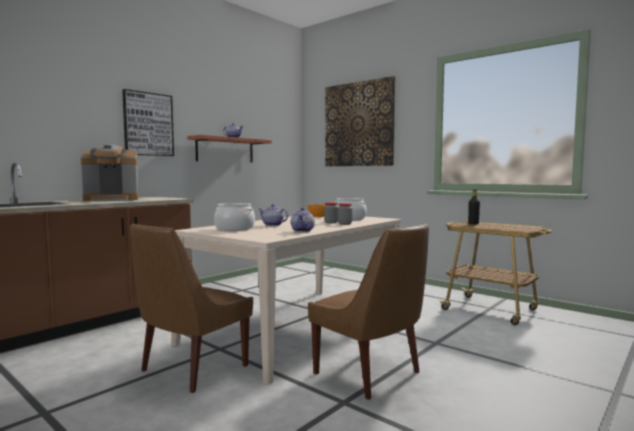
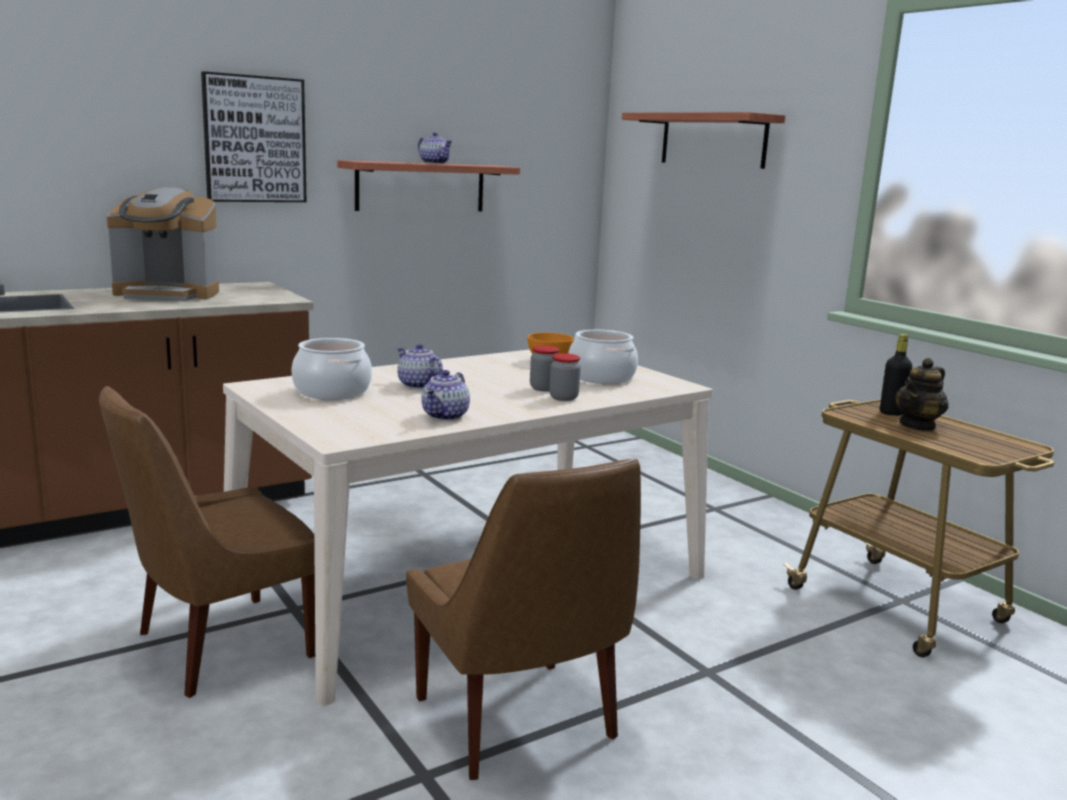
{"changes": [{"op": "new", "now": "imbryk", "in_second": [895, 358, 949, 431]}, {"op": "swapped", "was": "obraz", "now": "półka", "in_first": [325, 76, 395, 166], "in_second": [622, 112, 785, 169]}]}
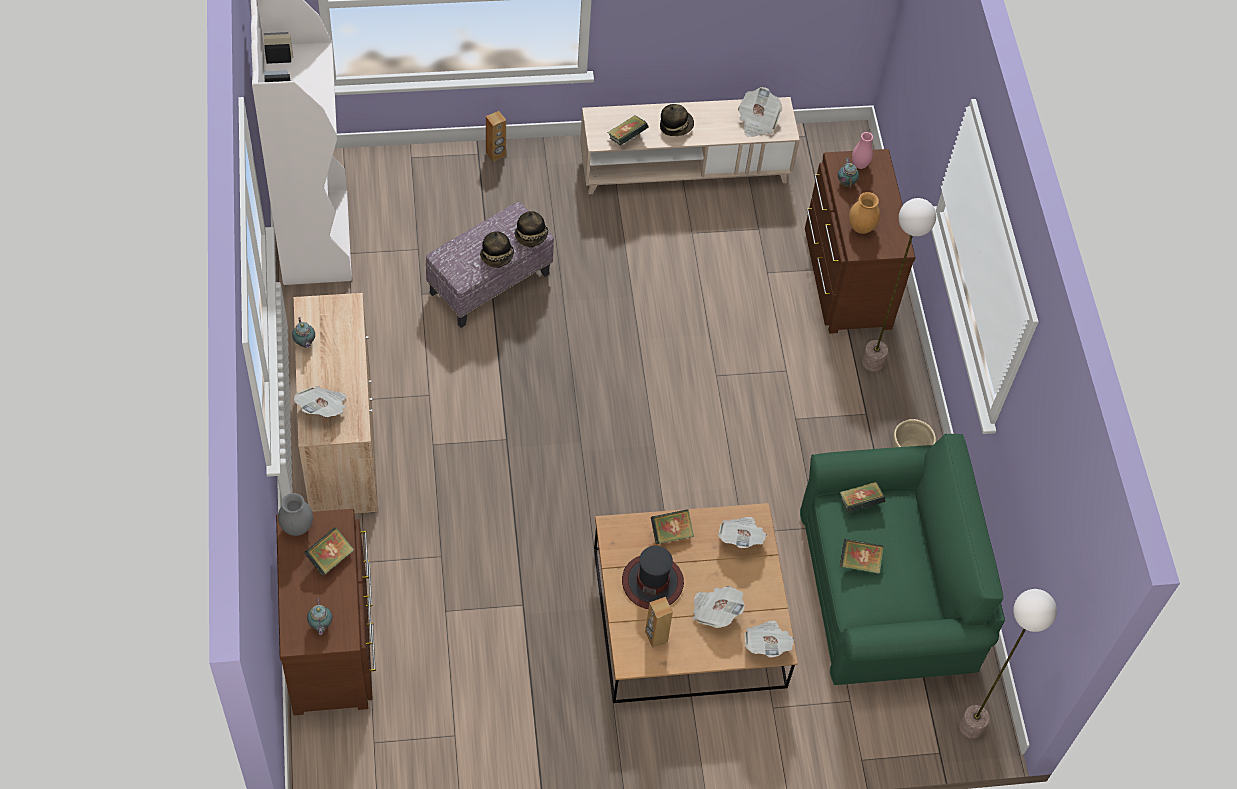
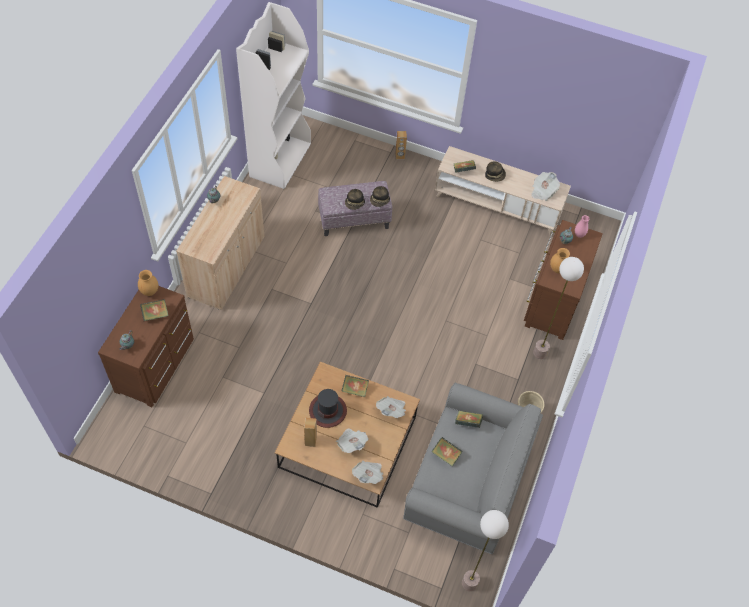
{"changes": [{"op": "gone", "was": "gazeta", "in_first": [294, 386, 347, 417]}, {"op": "repainted", "was": "wazon/szary", "now": "wazon/brązowy", "in_first": [278, 493, 313, 536], "in_second": [138, 270, 158, 296]}, {"op": "repainted", "was": "kanapa/zielony", "now": "kanapa/szary", "in_first": [800, 434, 1005, 685], "in_second": [403, 382, 543, 554]}]}
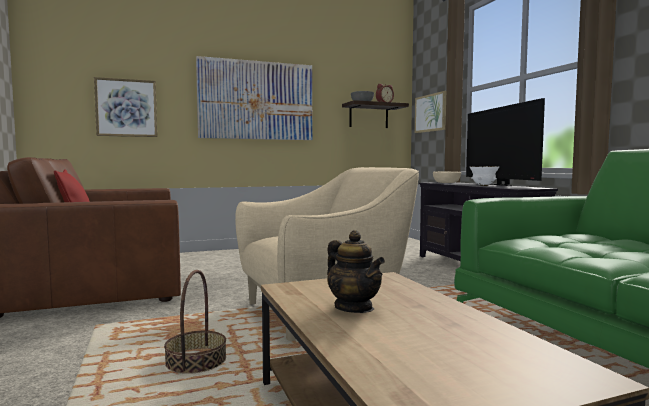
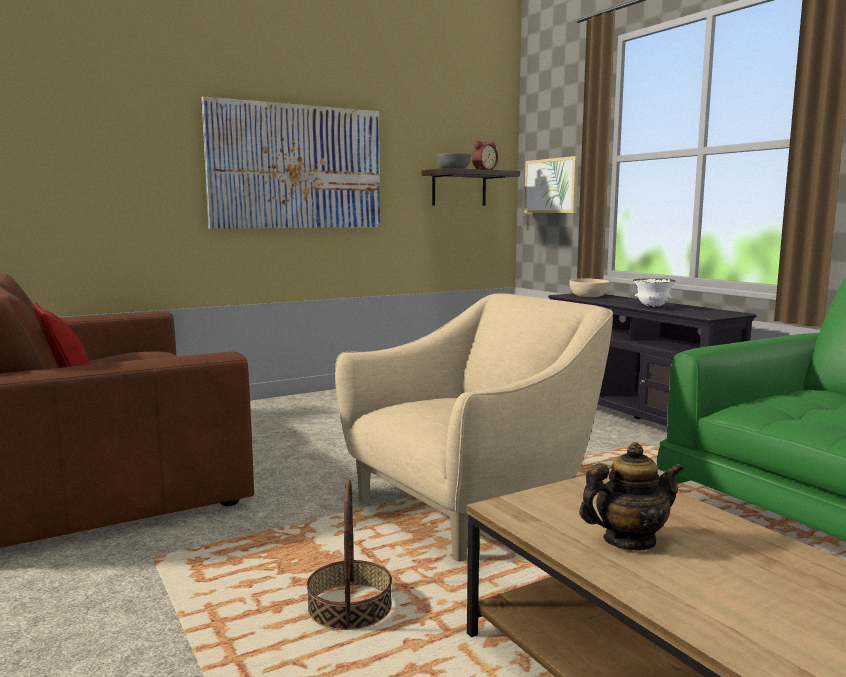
{"changes": [{"op": "gone", "was": "obraz", "in_first": [94, 77, 157, 137]}, {"op": "gone", "was": "telewizor", "in_first": [466, 98, 545, 186]}, {"op": "rotated", "was": "imbryk", "in_first": [327, 230, 385, 313], "in_second": [579, 442, 684, 551], "clockwise": -60}]}
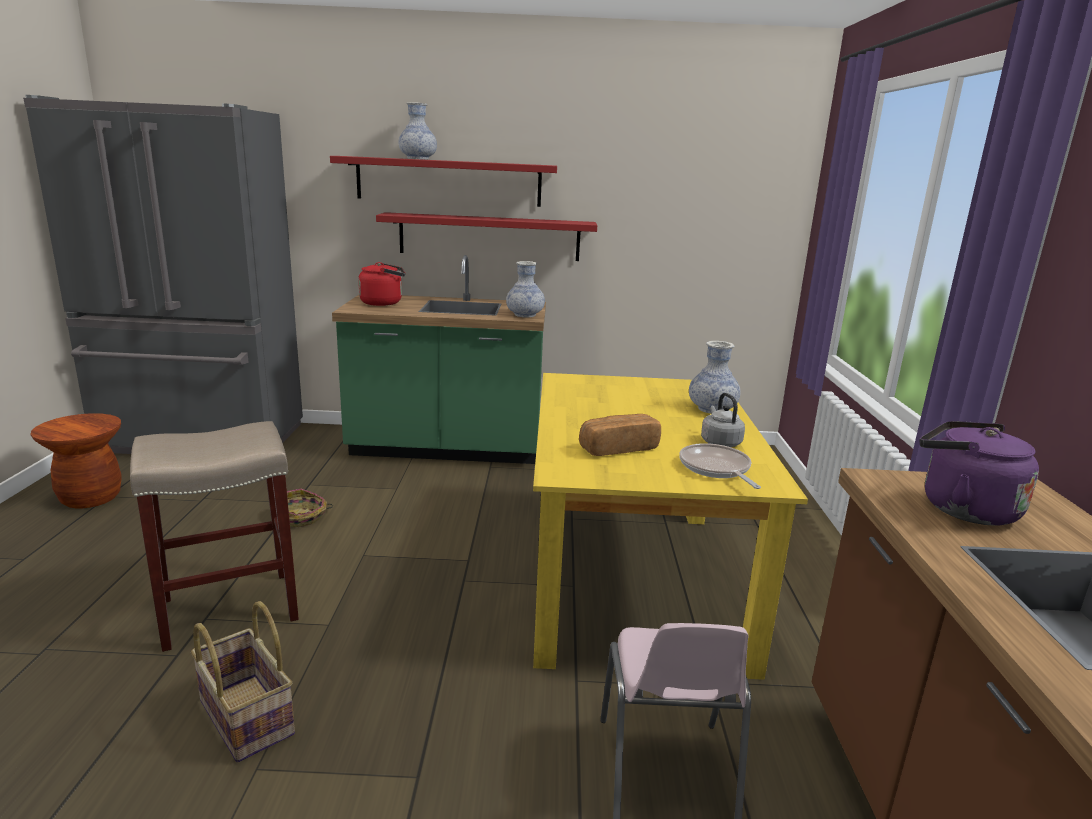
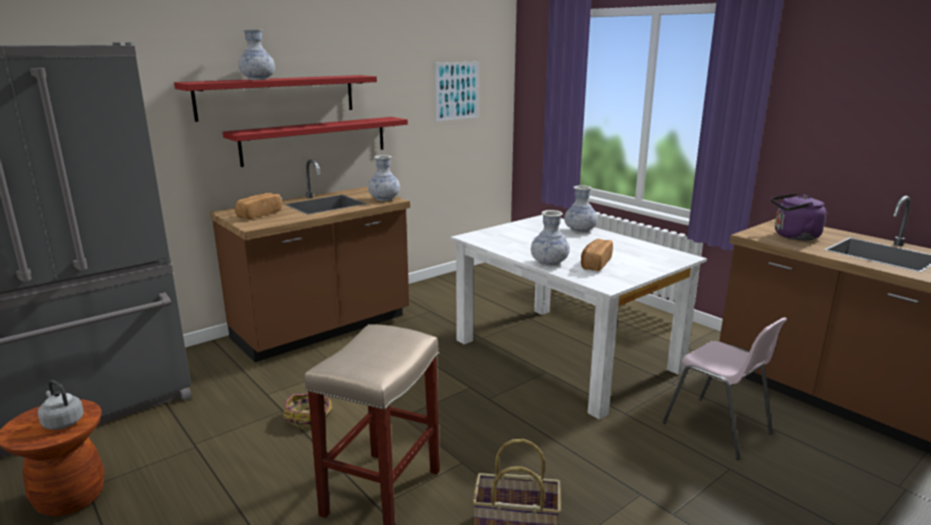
{"changes": [{"op": "gone", "was": "patelnia", "in_first": [679, 443, 761, 489]}, {"op": "new", "now": "obraz", "in_second": [434, 61, 479, 122]}, {"op": "new", "now": "wazon", "in_second": [531, 210, 570, 266]}, {"op": "shifted", "was": "czajnik/szary", "in_first": [701, 393, 745, 447], "in_second": [38, 380, 84, 430]}, {"op": "swapped", "was": "czajnik/czerwony", "now": "chleb", "in_first": [358, 262, 405, 306], "in_second": [235, 193, 282, 219]}, {"op": "repainted", "was": "zabudowa kuchenna/zielony", "now": "zabudowa kuchenna/brązowy", "in_first": [332, 255, 546, 464], "in_second": [210, 159, 410, 362]}, {"op": "repainted", "was": "stół jadalny/żółty", "now": "stół jadalny/biały", "in_first": [533, 373, 808, 680], "in_second": [450, 215, 707, 420]}]}
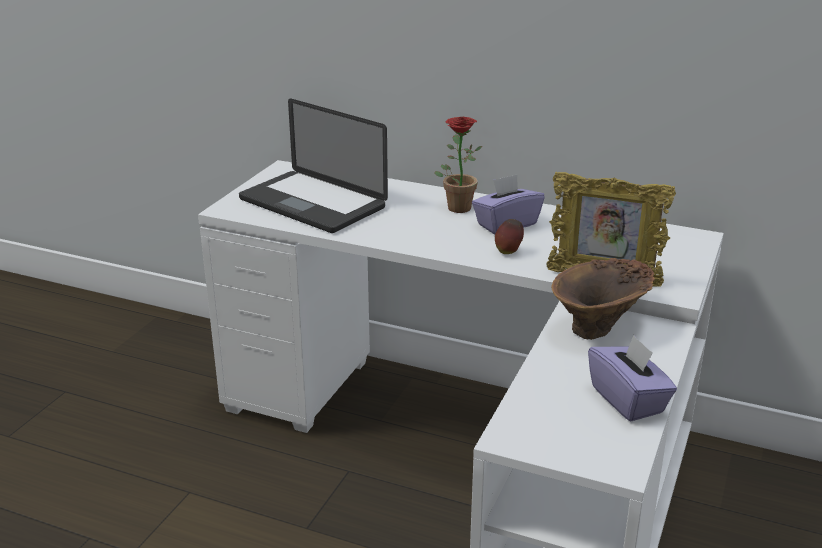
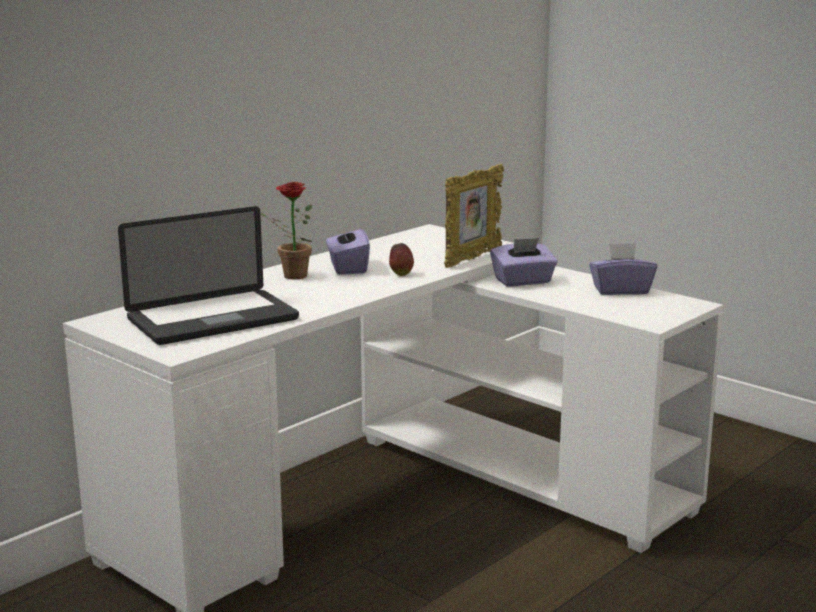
{"changes": [{"op": "swapped", "was": "wazon/brązowy", "now": "pudełko chusteczek/fioletowy", "in_first": [551, 258, 655, 340], "in_second": [490, 238, 557, 287]}]}
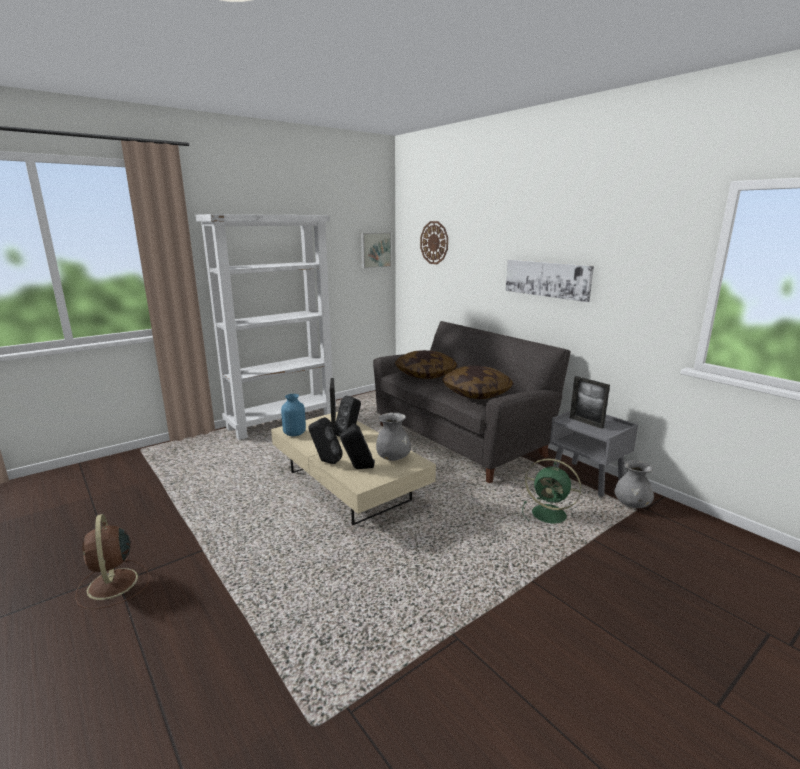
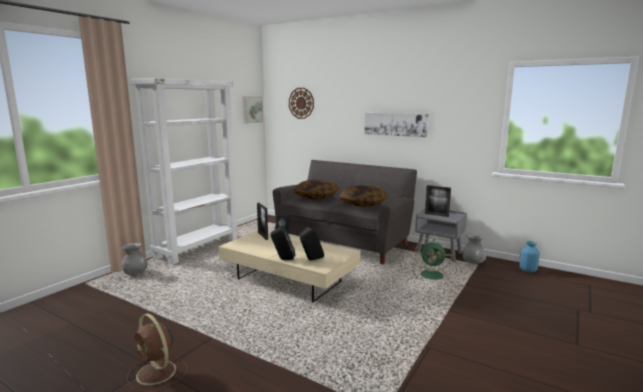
{"changes": [{"op": "shifted", "was": "wazon/niebieski", "in_first": [281, 394, 306, 436], "in_second": [519, 241, 540, 273]}, {"op": "shifted", "was": "wazon/szary", "in_first": [376, 412, 411, 461], "in_second": [122, 243, 148, 275]}]}
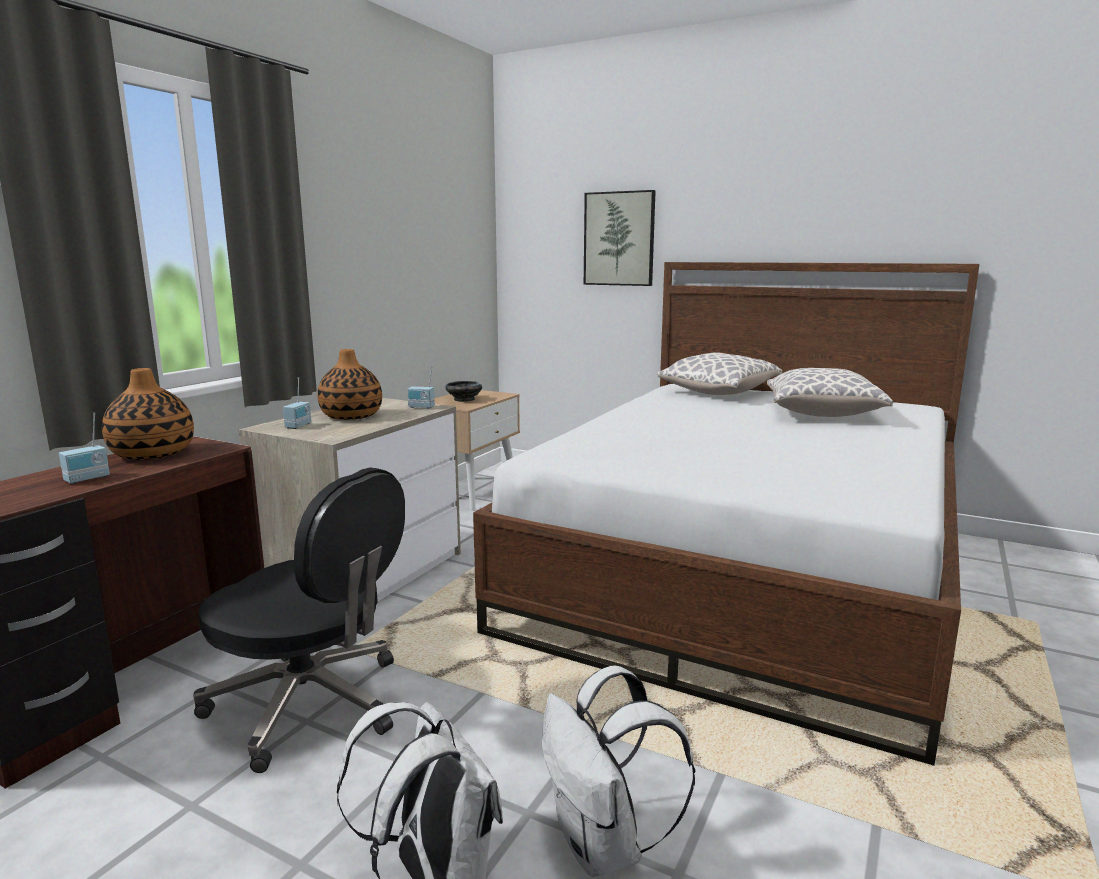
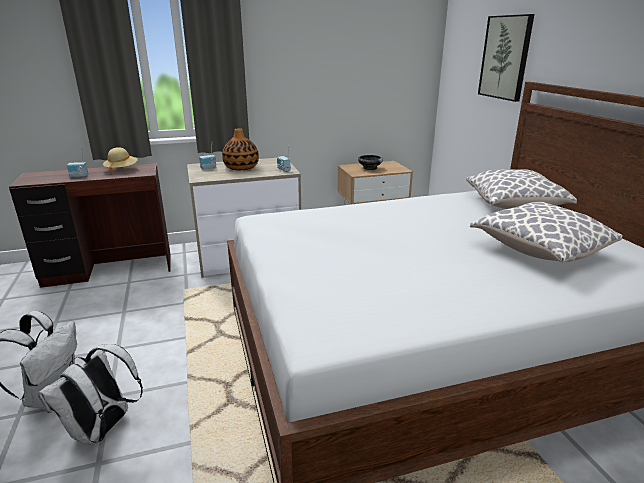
{"changes": [{"op": "gone", "was": "krzesło biurowe/czarny", "in_first": [193, 468, 405, 773]}, {"op": "swapped", "was": "wazon", "now": "kapelusz/beżowy", "in_first": [102, 368, 194, 460], "in_second": [103, 147, 138, 174]}]}
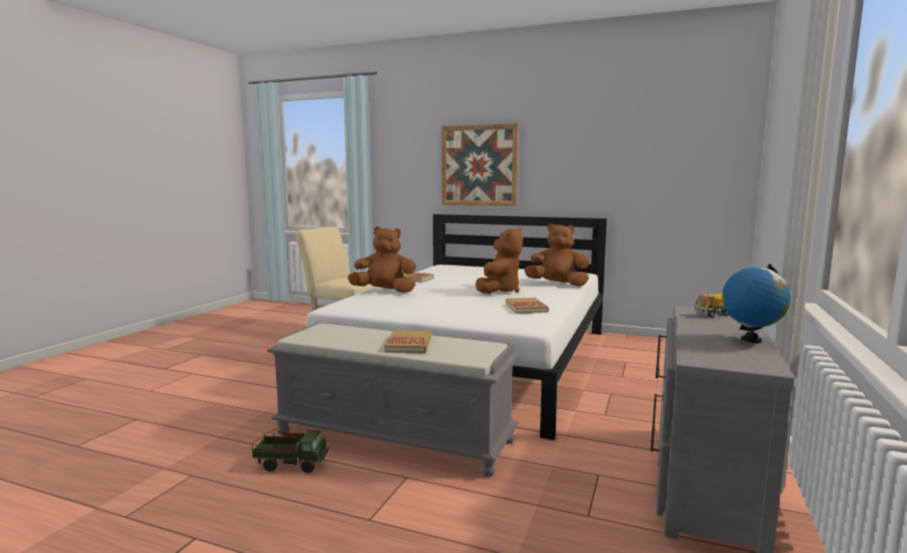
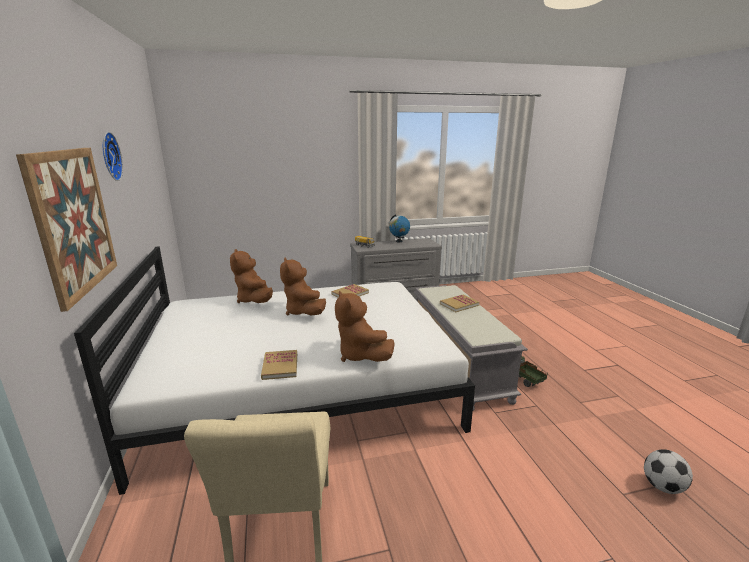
{"changes": [{"op": "new", "now": "zegar ścienny", "in_second": [103, 132, 123, 181]}, {"op": "new", "now": "piłka futbolowa", "in_second": [644, 449, 693, 494]}, {"op": "rotated", "was": "pluszak/brązowy", "in_first": [476, 227, 523, 294], "in_second": [280, 257, 326, 316], "clockwise": -105}]}
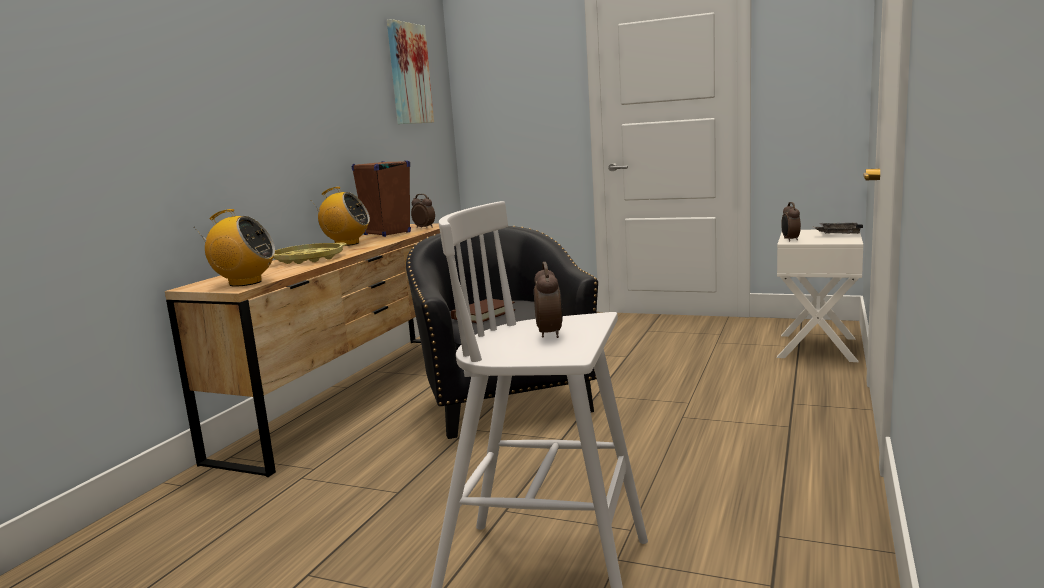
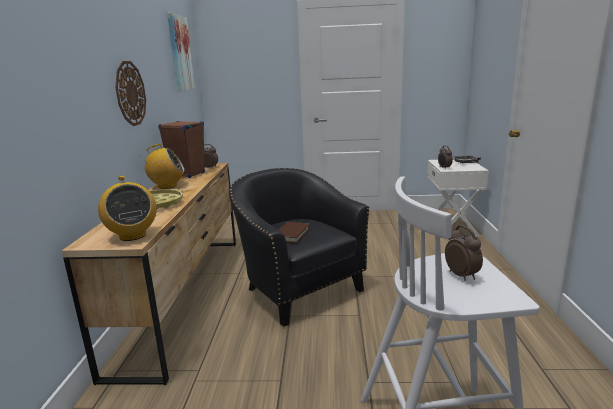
{"changes": [{"op": "new", "now": "zegar ścienny", "in_second": [115, 61, 146, 126]}, {"op": "rotated", "was": "radio", "in_first": [193, 209, 275, 287], "in_second": [98, 176, 157, 241], "clockwise": 75}]}
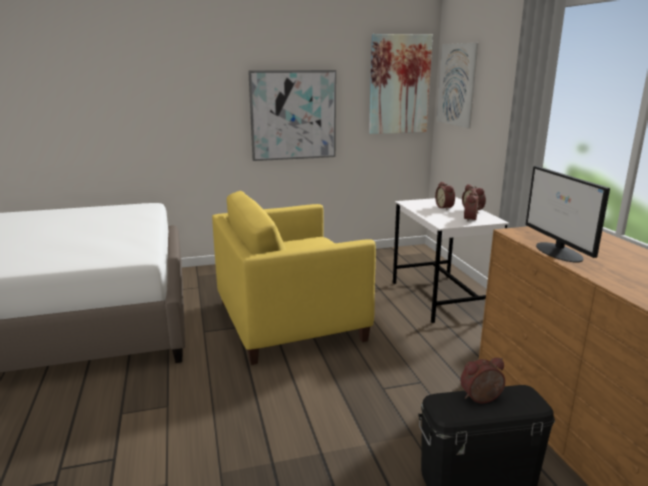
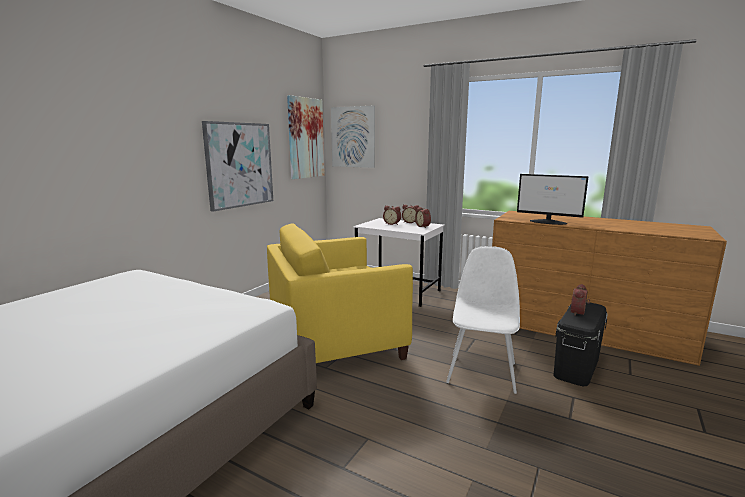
{"changes": [{"op": "new", "now": "krzesło/biały", "in_second": [446, 246, 520, 394]}, {"op": "rotated", "was": "fotel/żółty", "in_first": [212, 191, 376, 365], "in_second": [267, 223, 413, 363], "clockwise": 45}]}
